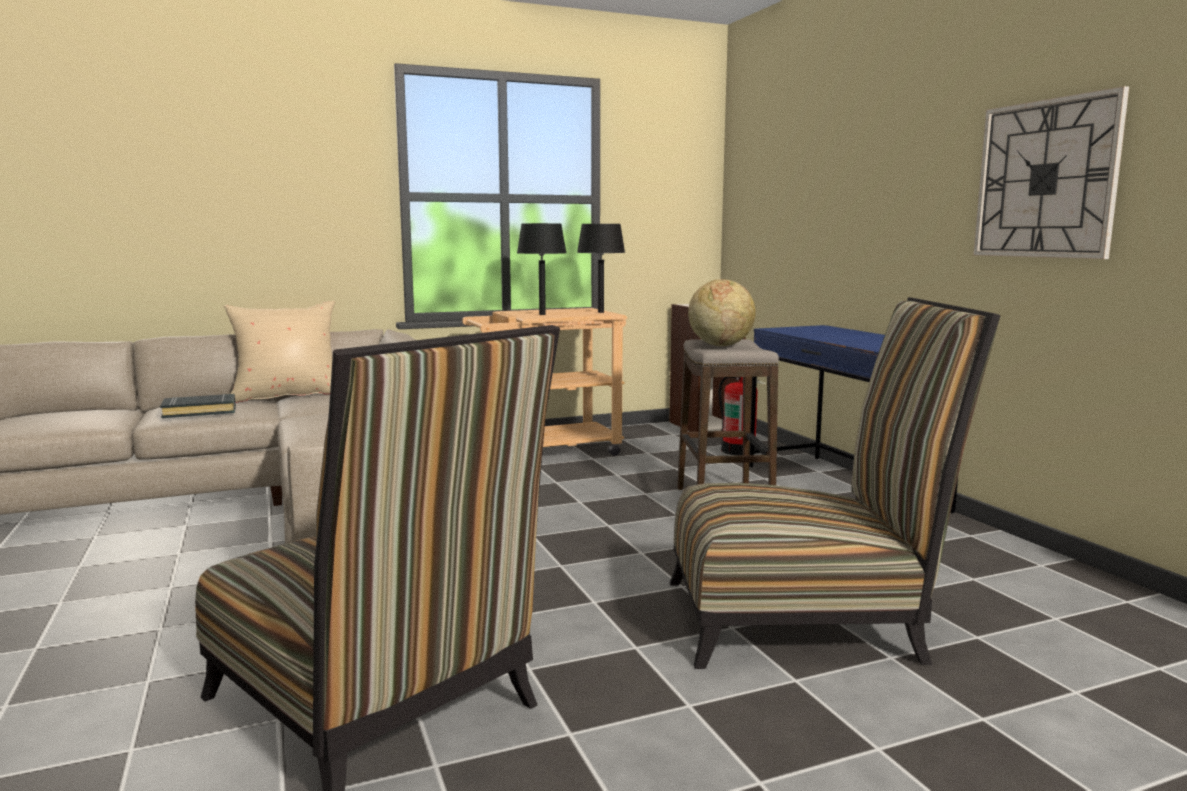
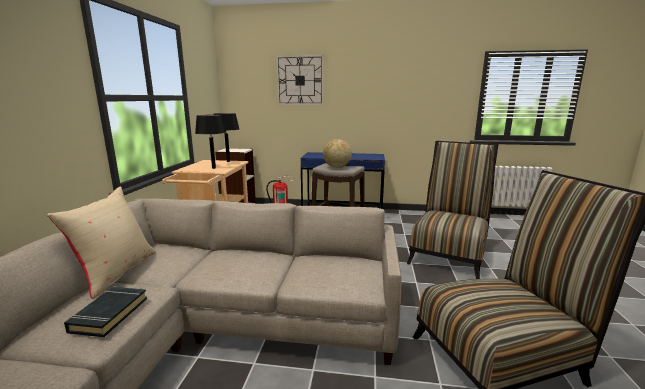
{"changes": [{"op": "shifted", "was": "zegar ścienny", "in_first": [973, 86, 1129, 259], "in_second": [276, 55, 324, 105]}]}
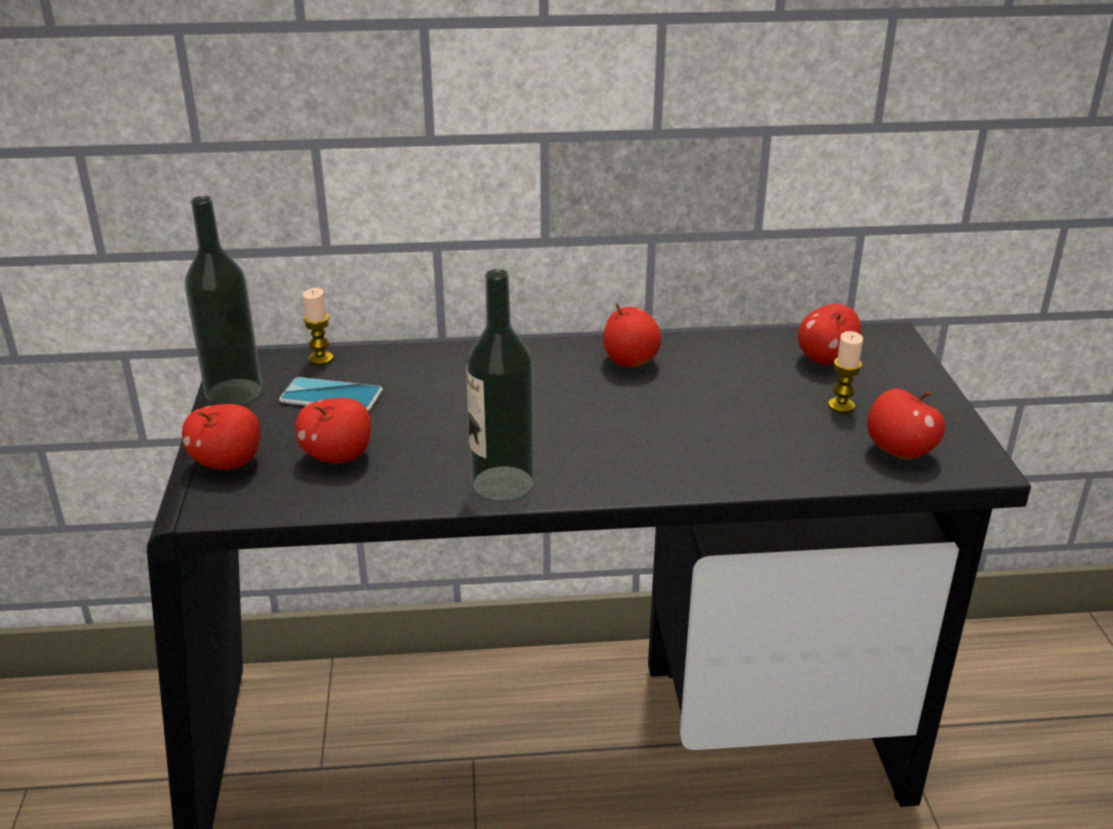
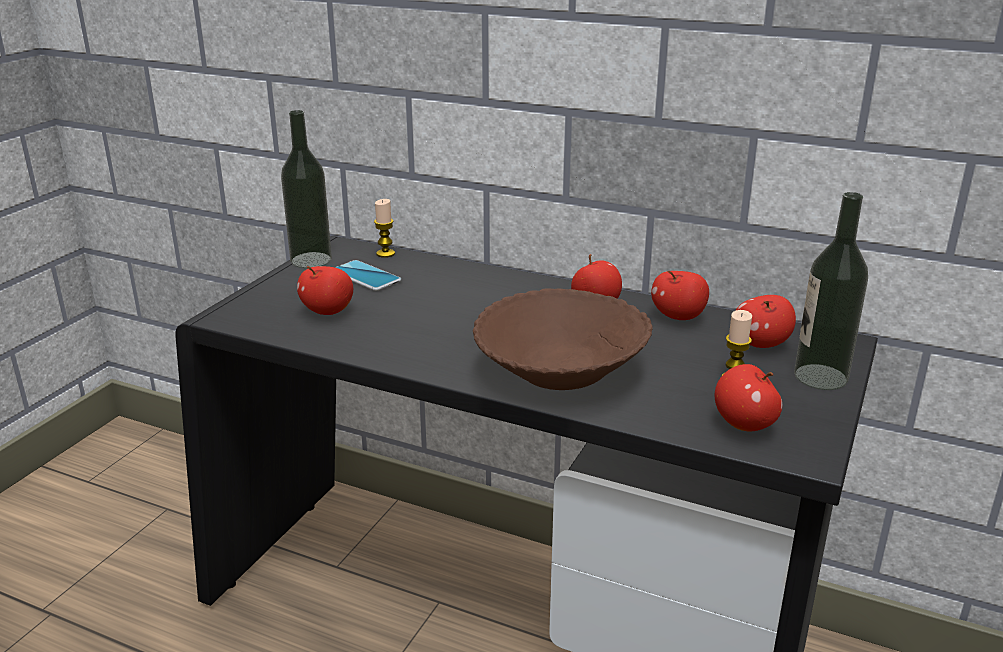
{"changes": [{"op": "new", "now": "miska/brązowy", "in_second": [473, 288, 653, 390]}, {"op": "shifted", "was": "jabłko", "in_first": [182, 404, 260, 470], "in_second": [651, 271, 709, 320]}, {"op": "shifted", "was": "butelka", "in_first": [466, 269, 535, 502], "in_second": [794, 192, 868, 390]}]}
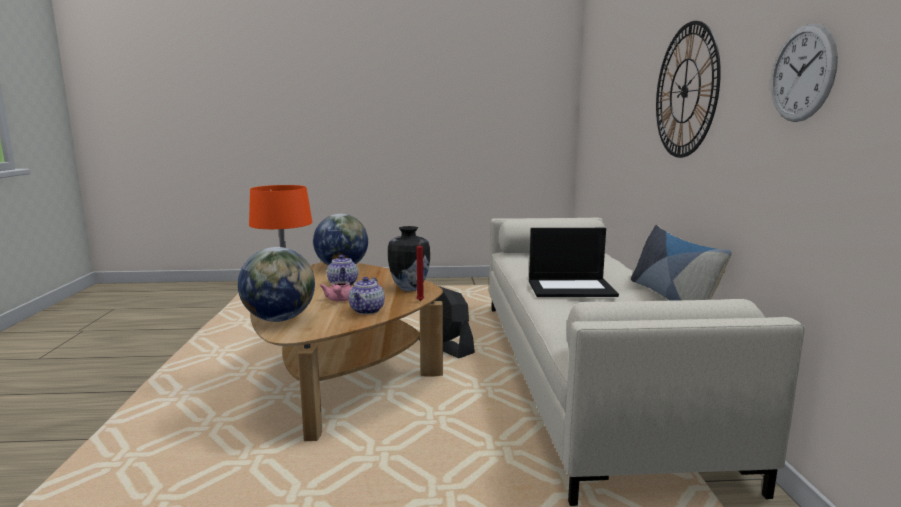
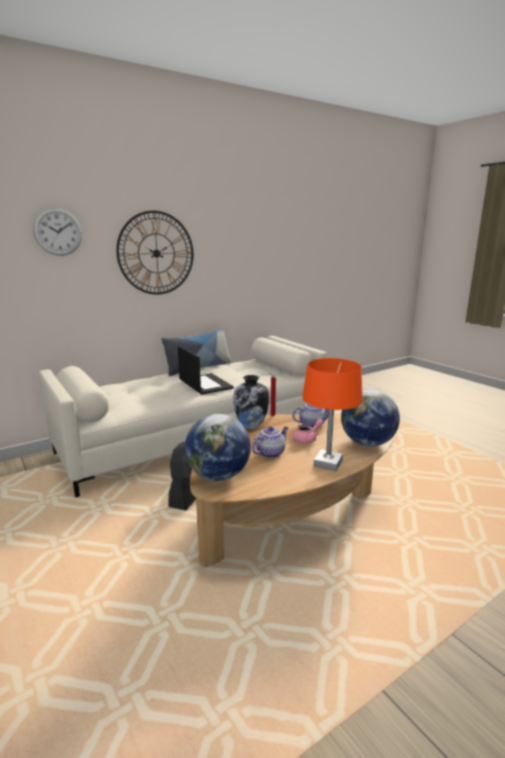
{"changes": [{"op": "shifted", "was": "zegar ścienny", "in_first": [771, 23, 838, 122], "in_second": [33, 208, 82, 256]}]}
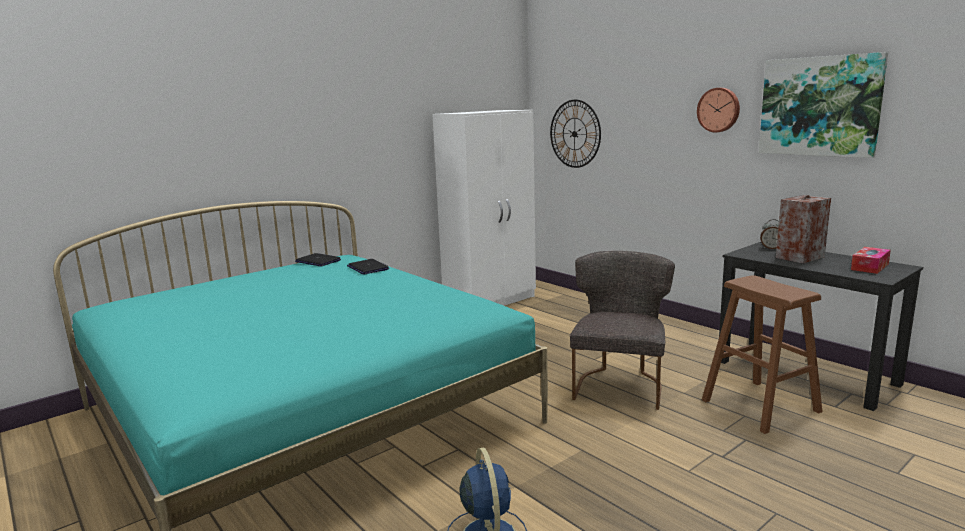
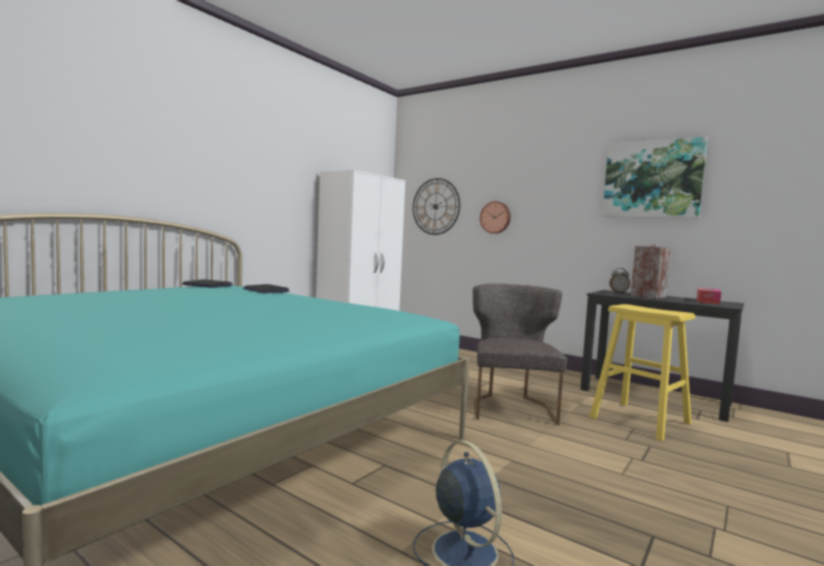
{"changes": [{"op": "shifted", "was": "zegar ścienny", "in_first": [697, 88, 740, 133], "in_second": [480, 201, 511, 234]}, {"op": "repainted", "was": "stołek/brązowy", "now": "stołek/żółty", "in_first": [702, 275, 823, 434], "in_second": [590, 304, 695, 441]}]}
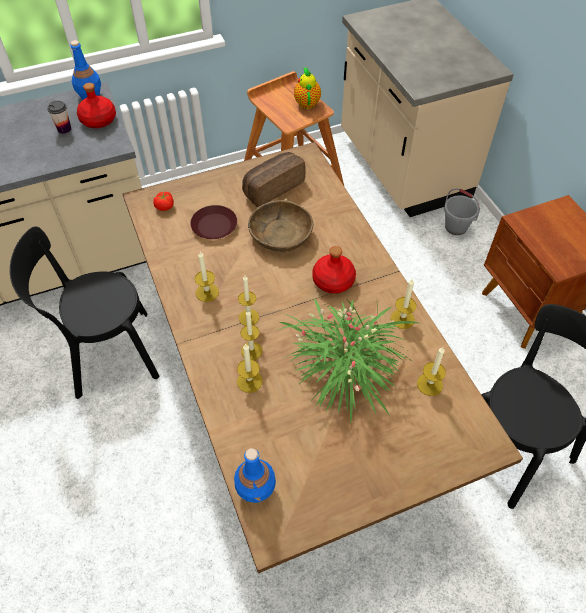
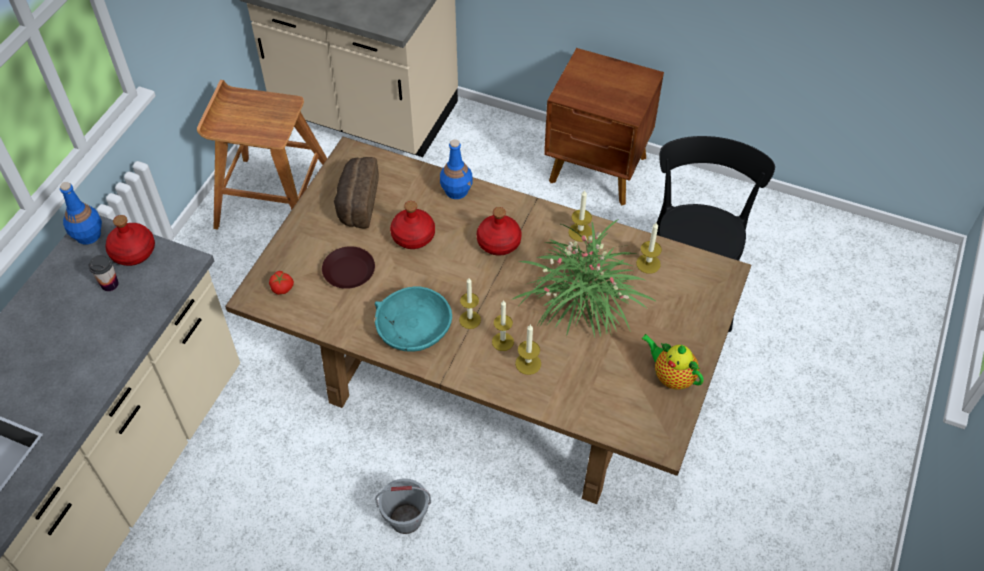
{"changes": [{"op": "gone", "was": "krzesło/czarny", "in_first": [10, 226, 159, 399]}, {"op": "shifted", "was": "butelka/niebieski", "in_first": [234, 448, 276, 503], "in_second": [440, 139, 473, 199]}, {"op": "shifted", "was": "imbryk", "in_first": [294, 68, 321, 109], "in_second": [641, 334, 704, 390]}, {"op": "shifted", "was": "wiadro/szary", "in_first": [444, 189, 480, 235], "in_second": [375, 478, 431, 534]}, {"op": "swapped", "was": "świeca", "now": "miska/turkusowy", "in_first": [195, 252, 219, 302], "in_second": [375, 286, 452, 352]}, {"op": "swapped", "was": "miska/brązowy", "now": "butelka/czerwony", "in_first": [248, 198, 313, 252], "in_second": [390, 201, 435, 249]}]}
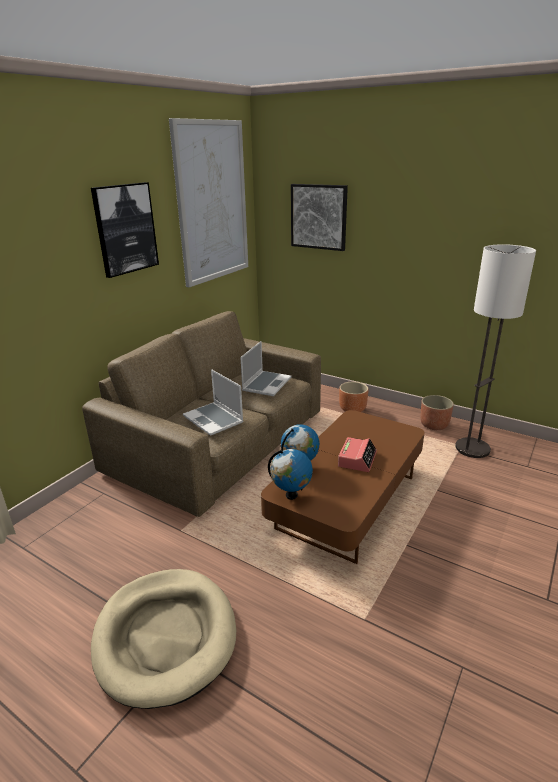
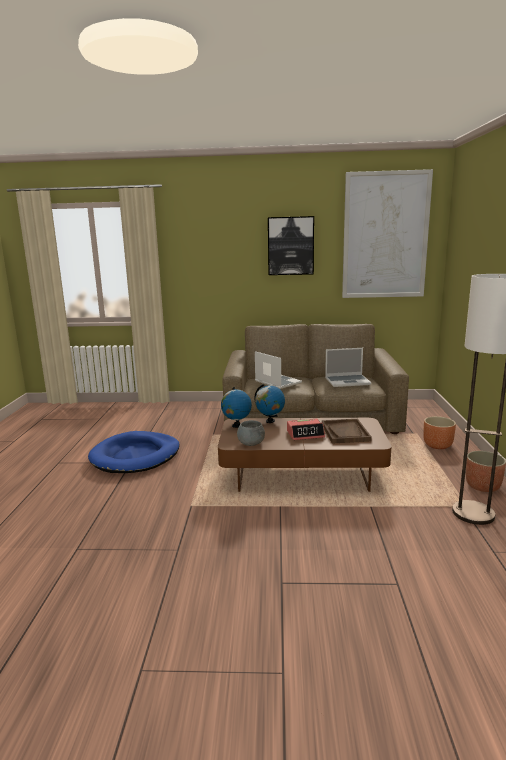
{"changes": [{"op": "gone", "was": "obraz", "in_first": [291, 184, 348, 251]}, {"op": "new", "now": "miska/szary", "in_second": [237, 420, 265, 446]}, {"op": "new", "now": "taca/brązowy", "in_second": [322, 419, 372, 444]}, {"op": "repainted", "was": "legowisko/beżowy", "now": "legowisko/niebieski", "in_first": [91, 569, 236, 709], "in_second": [88, 431, 180, 473]}, {"op": "rotated", "was": "laptop", "in_first": [183, 369, 244, 436], "in_second": [255, 351, 302, 389], "clockwise": 120}]}
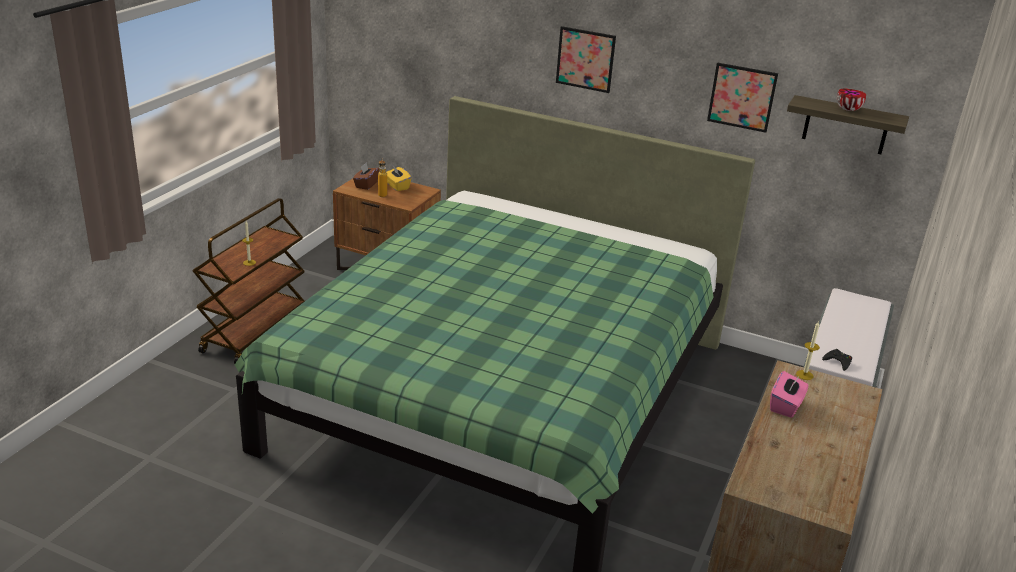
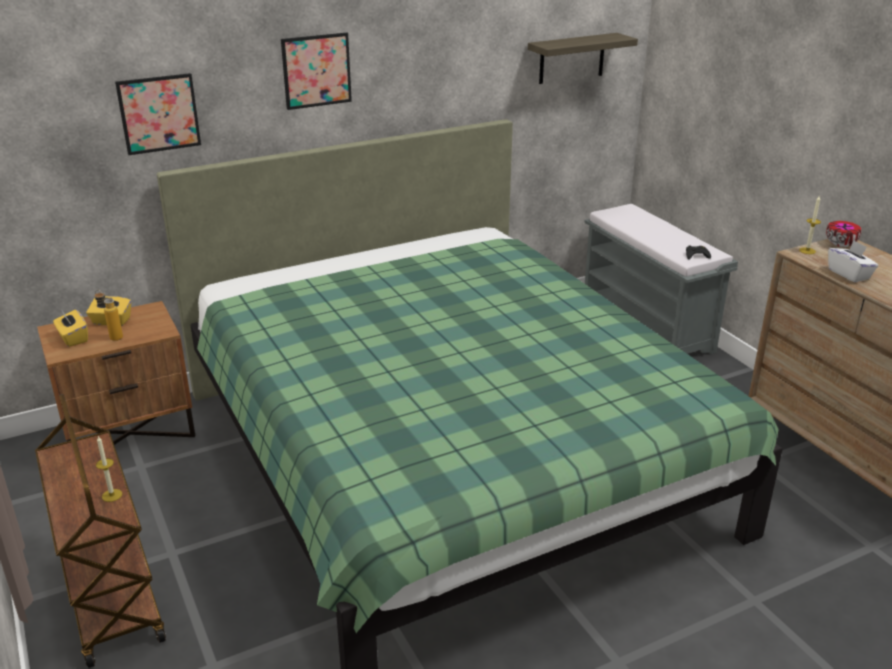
{"changes": [{"op": "shifted", "was": "obraz", "in_first": [707, 62, 778, 133], "in_second": [115, 73, 201, 155]}, {"op": "shifted", "was": "miska", "in_first": [837, 89, 866, 111], "in_second": [826, 221, 861, 247]}, {"op": "repainted", "was": "pudełko chusteczek/brązowy", "now": "pudełko chusteczek/żółty", "in_first": [353, 163, 380, 190], "in_second": [53, 309, 88, 347]}, {"op": "repainted", "was": "pudełko chusteczek/różowy", "now": "pudełko chusteczek/biały", "in_first": [770, 371, 808, 418], "in_second": [828, 241, 879, 282]}]}
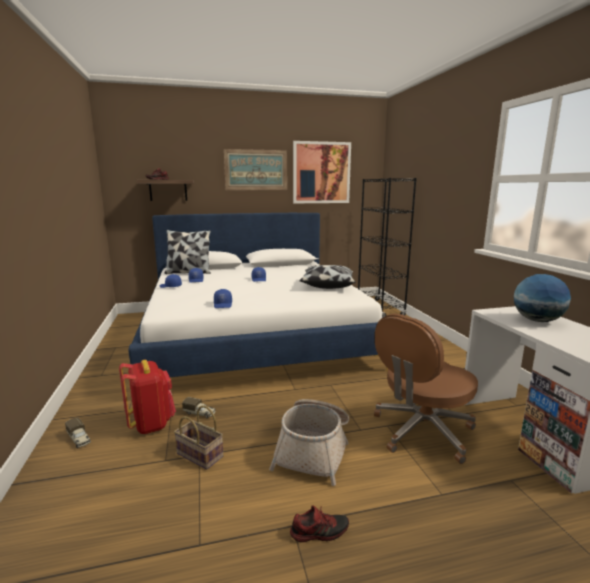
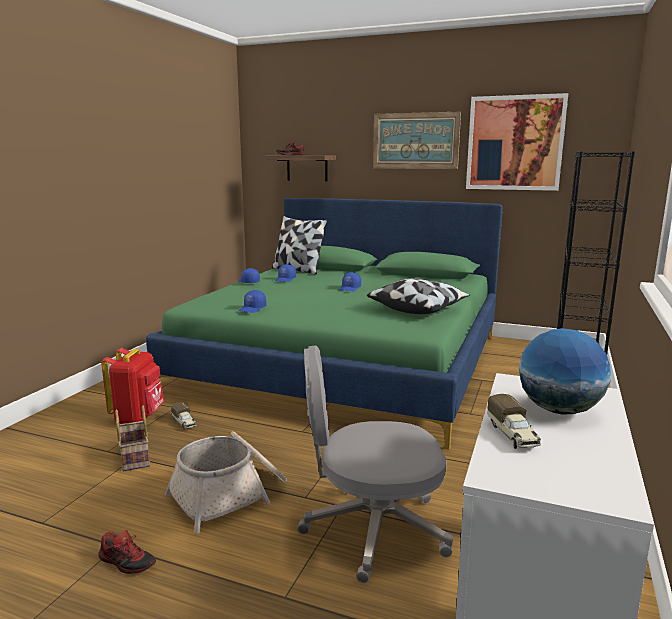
{"changes": [{"op": "shifted", "was": "ciężarówka zabawkowa", "in_first": [65, 418, 91, 448], "in_second": [487, 394, 541, 449]}, {"op": "repainted", "was": "łóżko/biały", "now": "łóżko/zielony", "in_first": [128, 213, 388, 377], "in_second": [146, 198, 503, 450]}, {"op": "repainted", "was": "krzesło biurowe/brązowy", "now": "krzesło biurowe/szary", "in_first": [374, 314, 478, 464], "in_second": [298, 345, 453, 583]}]}
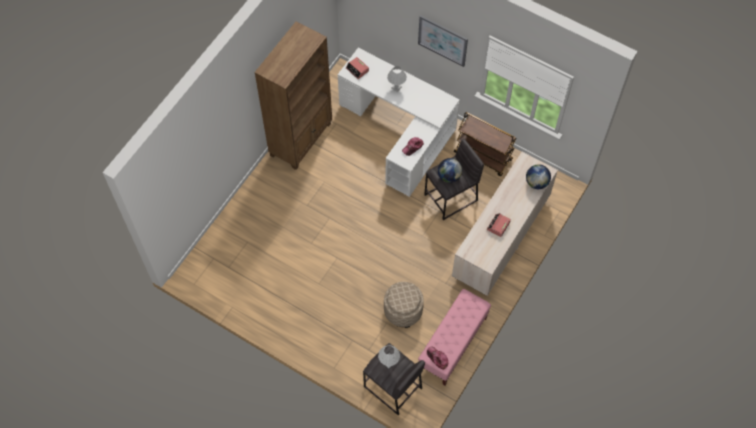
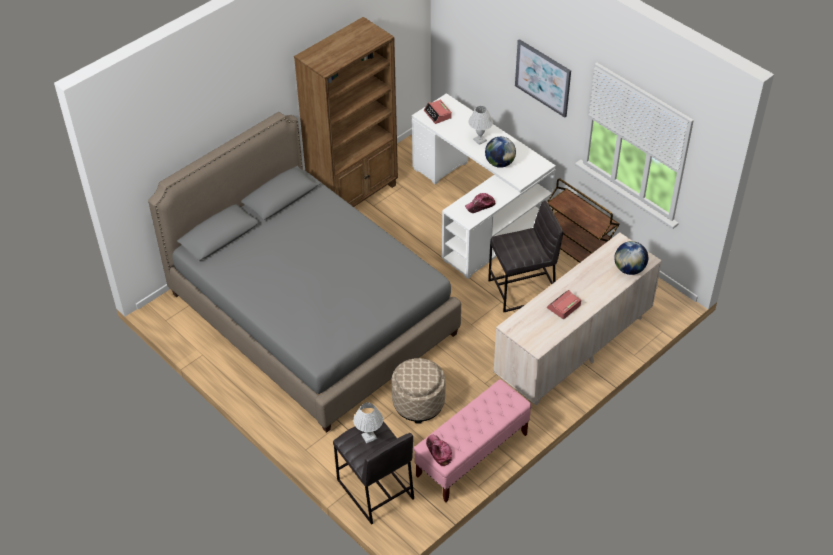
{"changes": [{"op": "new", "now": "łóżko/szary", "in_second": [148, 112, 461, 433]}, {"op": "shifted", "was": "globus", "in_first": [438, 158, 462, 183], "in_second": [485, 137, 516, 168]}]}
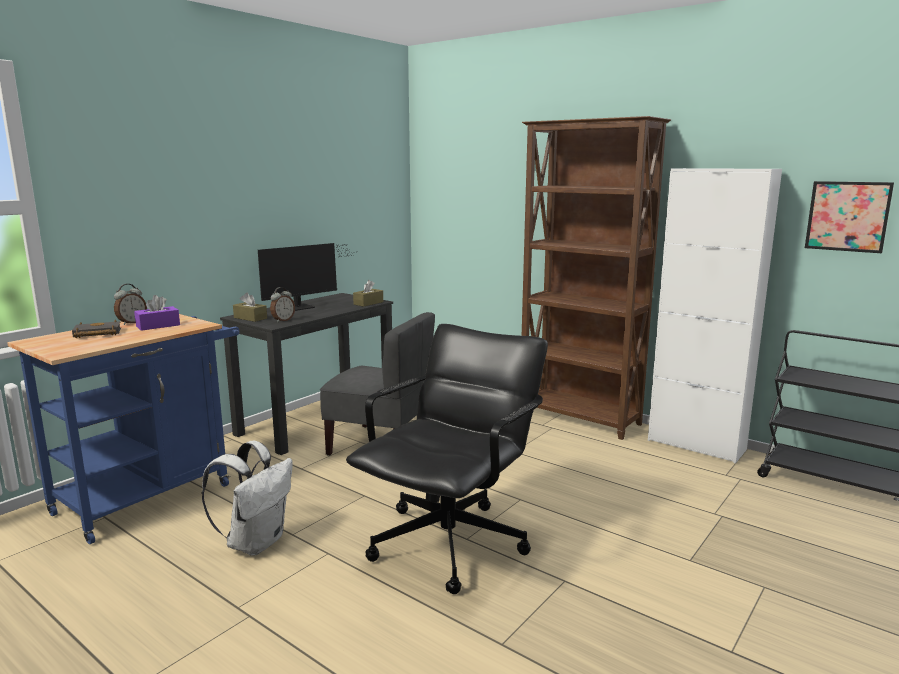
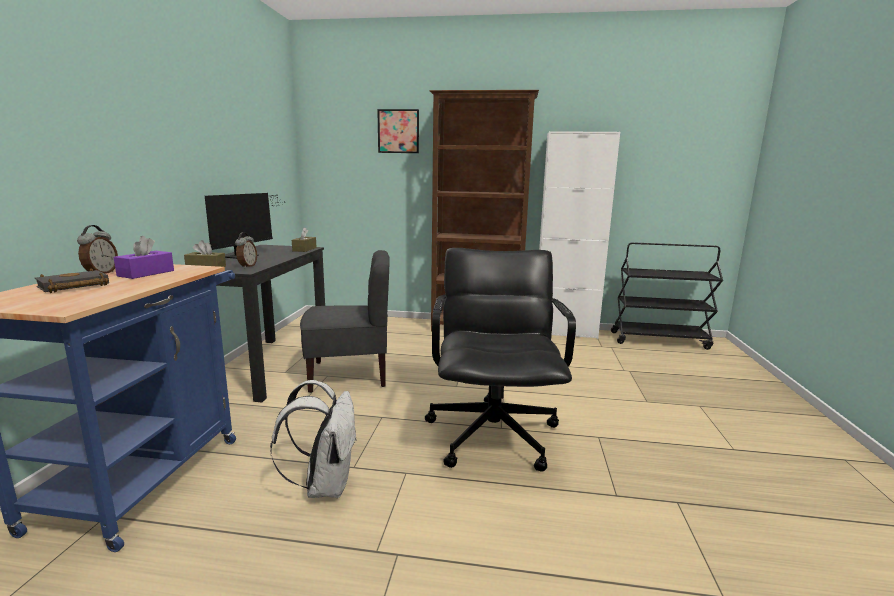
{"changes": [{"op": "shifted", "was": "obraz", "in_first": [805, 181, 894, 253], "in_second": [377, 109, 419, 153]}]}
